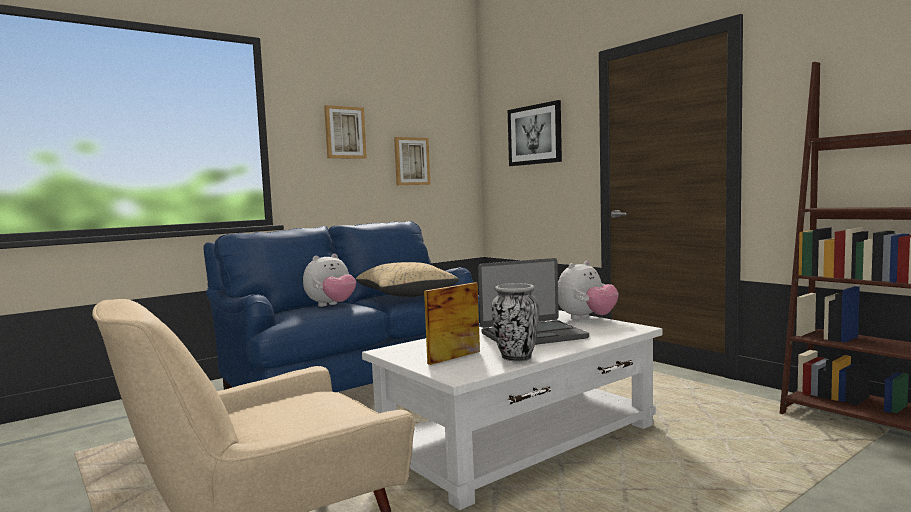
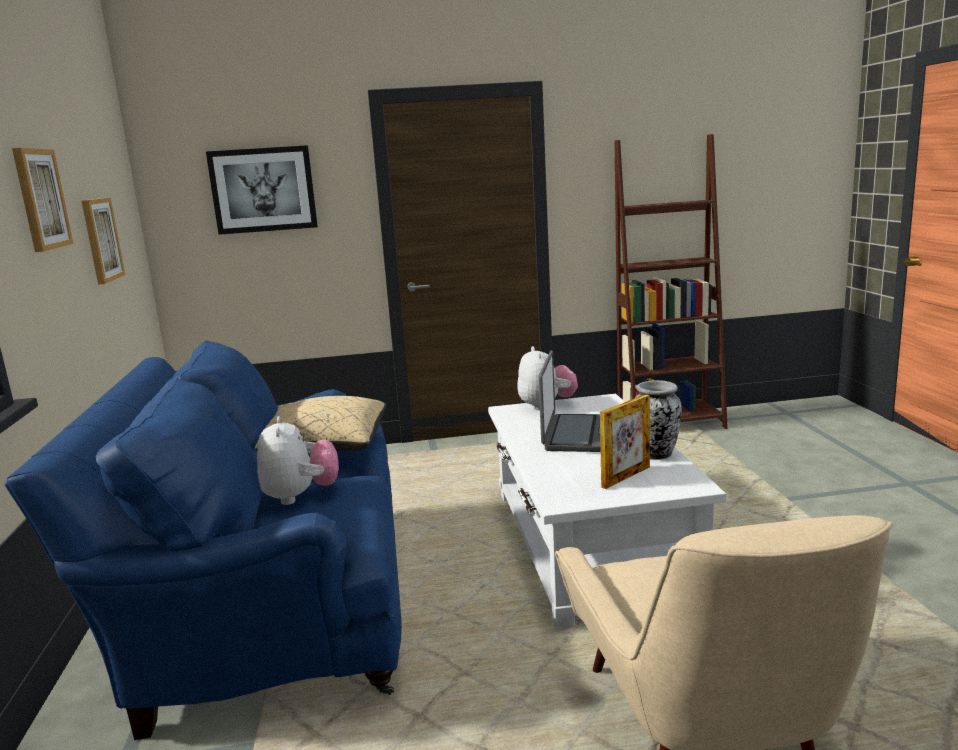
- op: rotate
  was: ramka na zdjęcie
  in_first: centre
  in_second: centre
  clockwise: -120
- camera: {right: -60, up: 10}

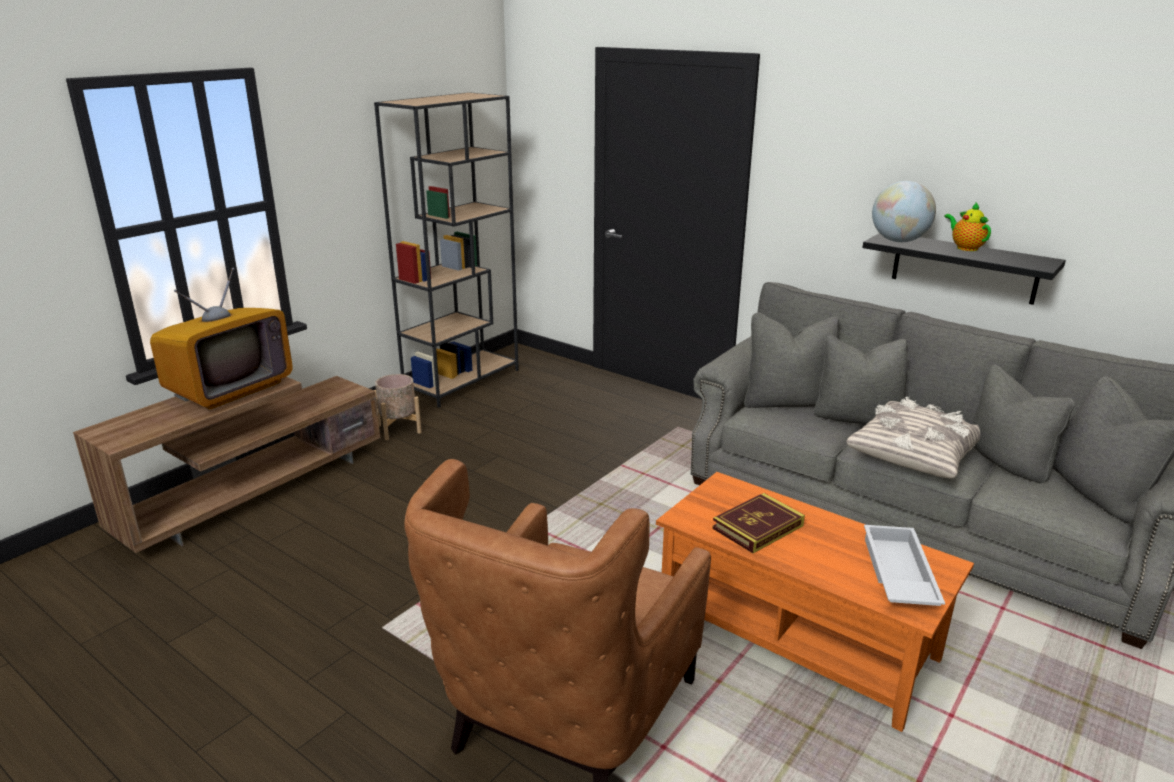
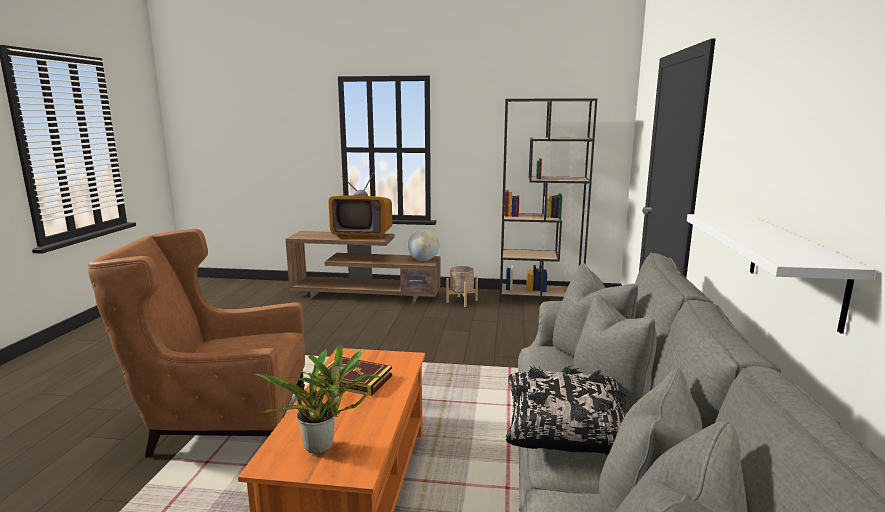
- op: recolor
  was: poduszka/beżowy
  now: poduszka/czarny
  in_first: middle right
  in_second: bottom centre
- op: recolor
  was: półka/czarny
  now: półka/biały
  in_first: middle right
  in_second: middle right
- op: replace
  was: taca/biały
  now: roślina doniczkowa
  in_first: bottom right
  in_second: bottom centre
- op: move
  was: globus
  in_first: top right
  in_second: centre
- op: delete
  was: imbryk
  in_first: top right
- camera: {right: 60, up: -10}

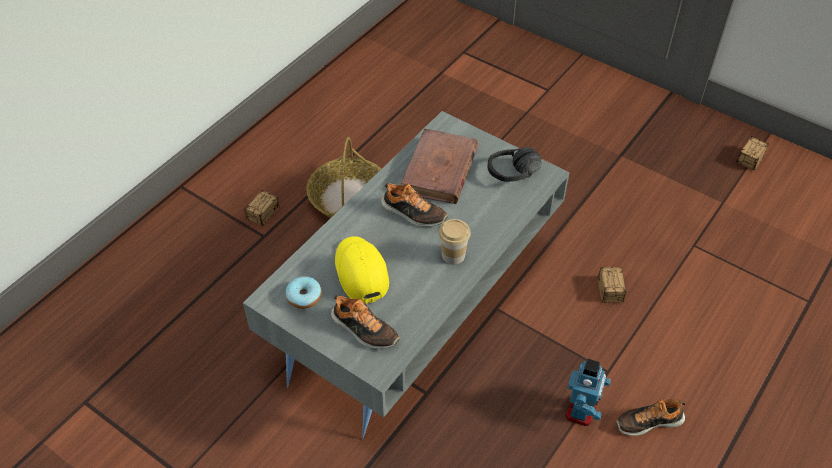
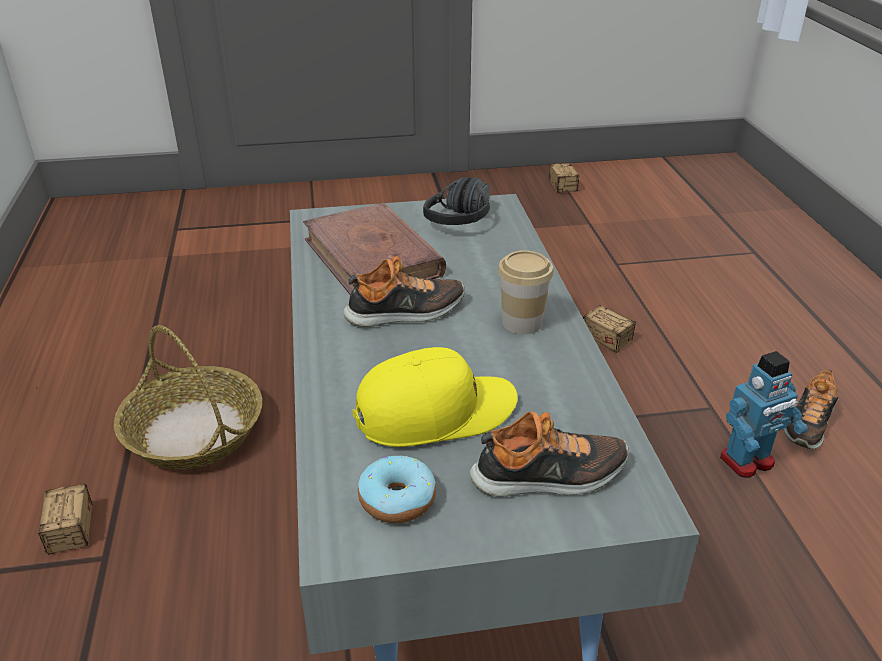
- op: rotate
  was: czapka z daszkiem/żółty
  in_first: centre
  in_second: centre
  clockwise: 135
- op: rotate
  was: robot zabawkowy
  in_first: bottom right
  in_second: middle right
  clockwise: 90
- camera: {right: -45, up: -15}

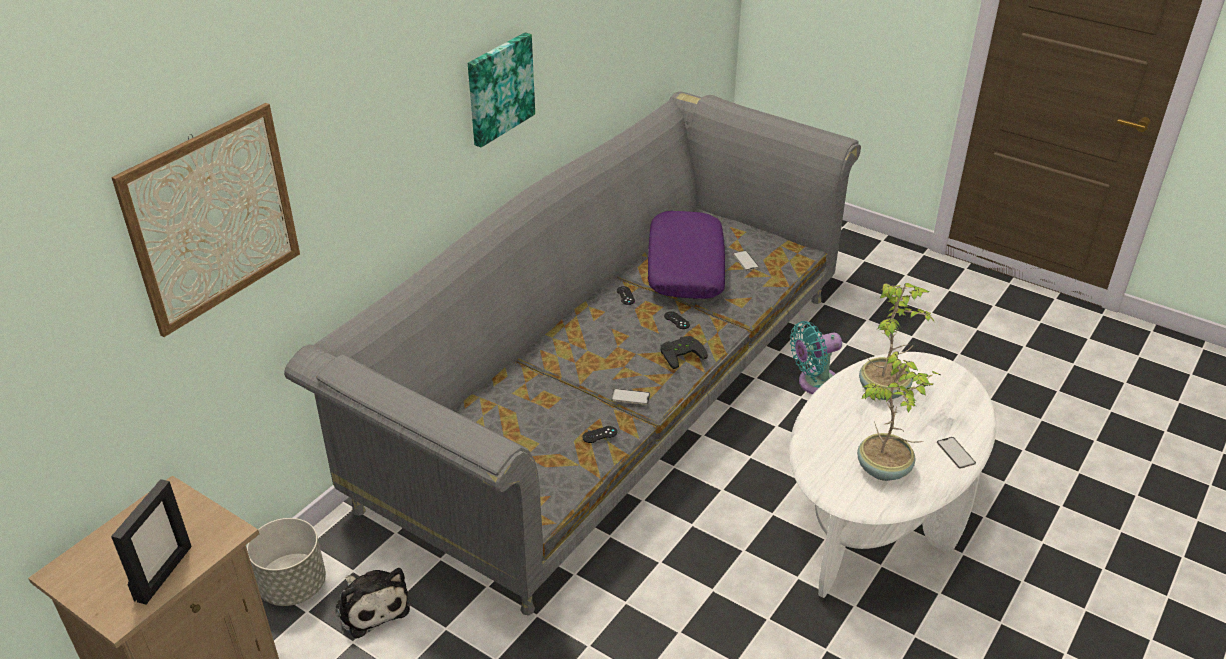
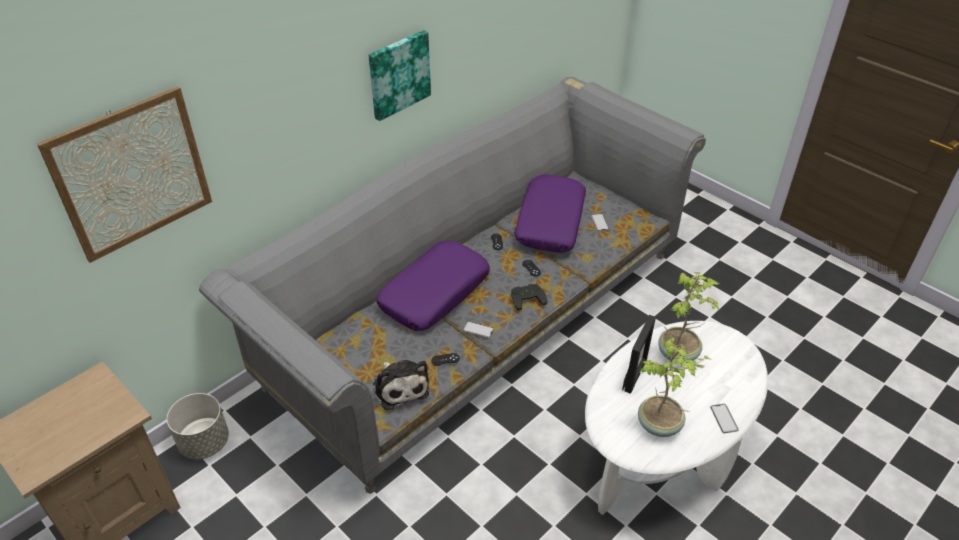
- op: move
  was: ramka na zdjęcie
  in_first: bottom left
  in_second: centre
- op: move
  was: pluszak
  in_first: bottom left
  in_second: bottom centre
- op: delete
  was: wentylator/turkusowy
  in_first: centre
- op: insert
  now: poduszka/fioletowy (1st from left)
  in_second: centre
- camera: {right: 10, up: 5}

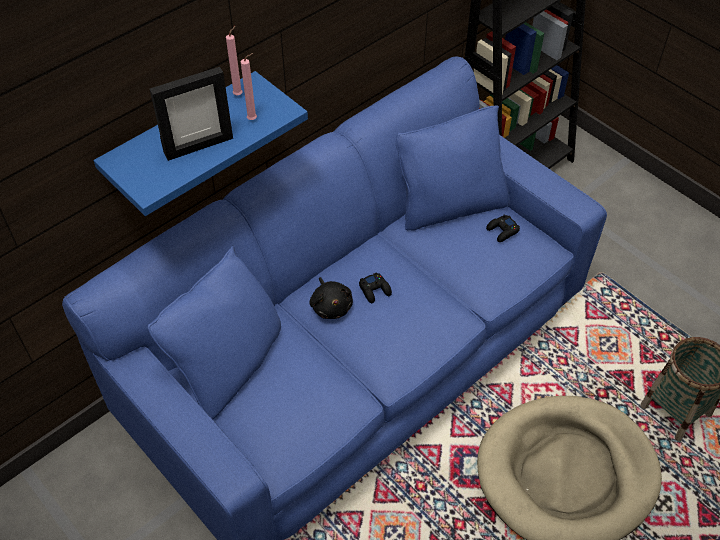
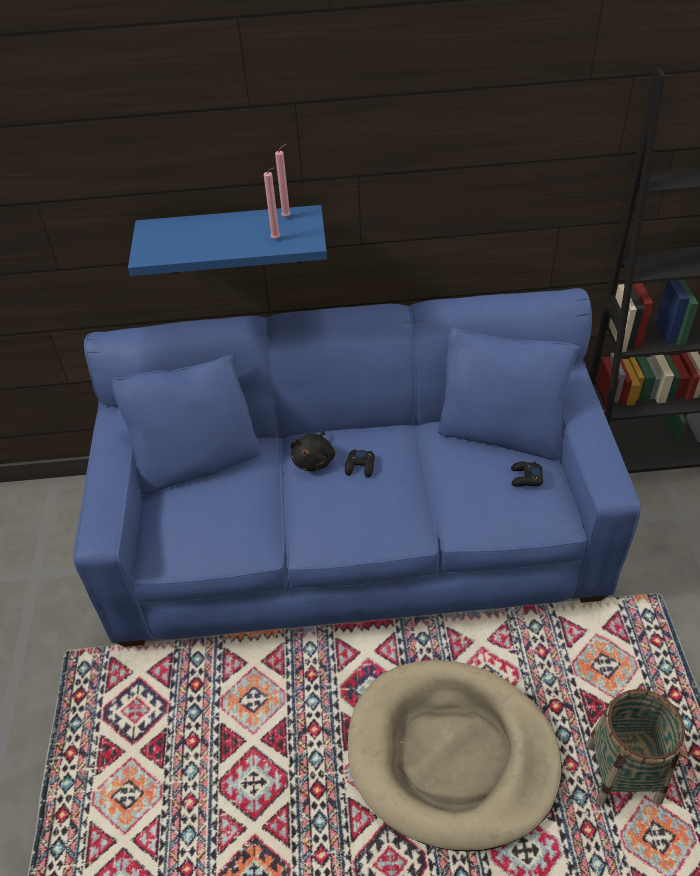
- op: delete
  was: ramka na zdjęcie
  in_first: top left
- camera: {right: 40, up: -5}

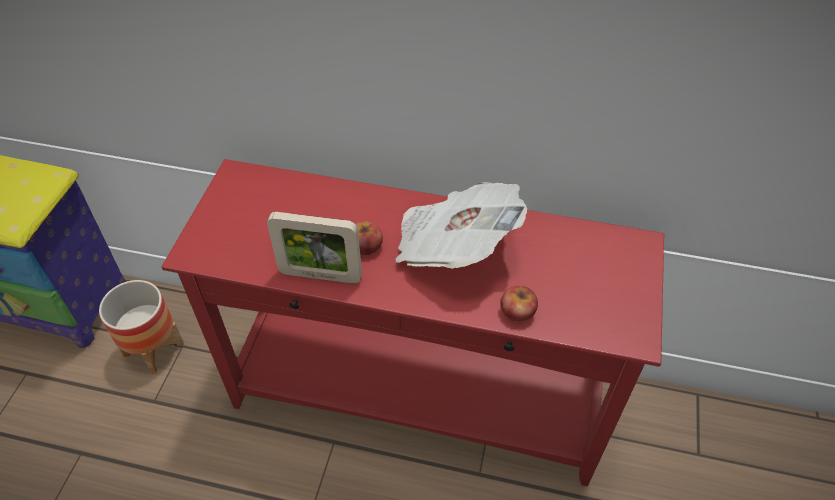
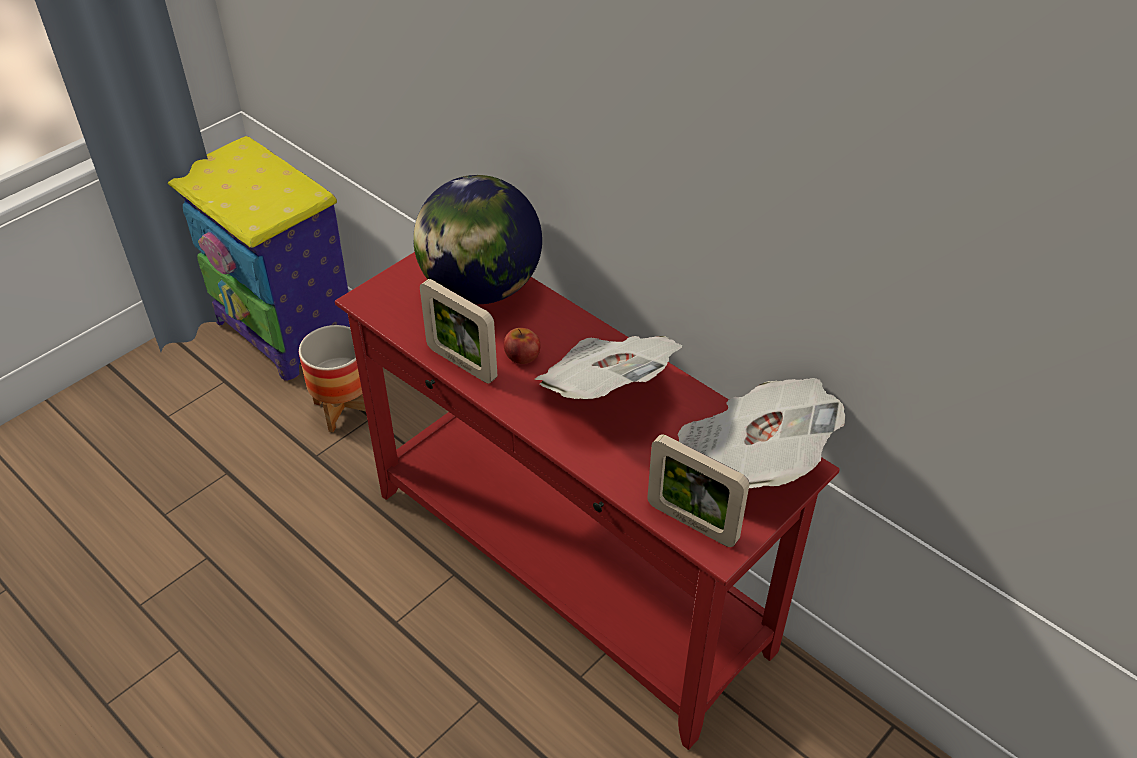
- op: delete
  was: jabłko (2nd from left)
  in_first: centre
- op: insert
  now: globus
  in_second: top centre
- op: insert
  now: ramka na zdjęcie (2nd from left)
  in_second: centre
- op: insert
  now: gazeta (2nd from left)
  in_second: middle right
- camera: {right: 30, up: -5}

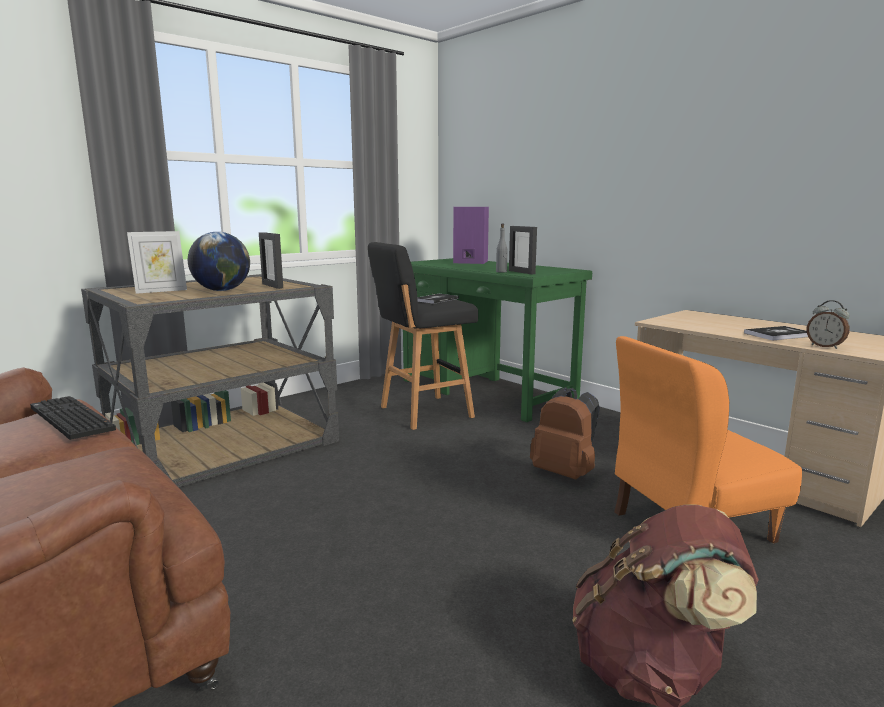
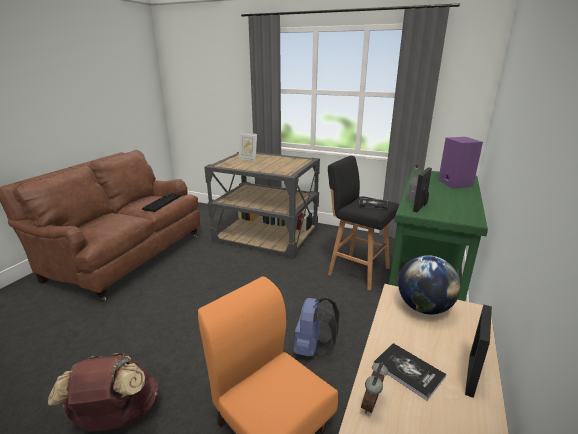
- op: move
  was: globus
  in_first: middle left
  in_second: middle right
- op: move
  was: ramka na zdjęcie (2nd from left in the first image)
  now: ramka na zdjęcie (3rd from left)
  in_first: middle left
  in_second: bottom right
- op: recolor
  was: plecak/brązowy (1st from left)
  now: plecak/niebieski
  in_first: centre
  in_second: bottom centre
- camera: {right: 65, up: 10}

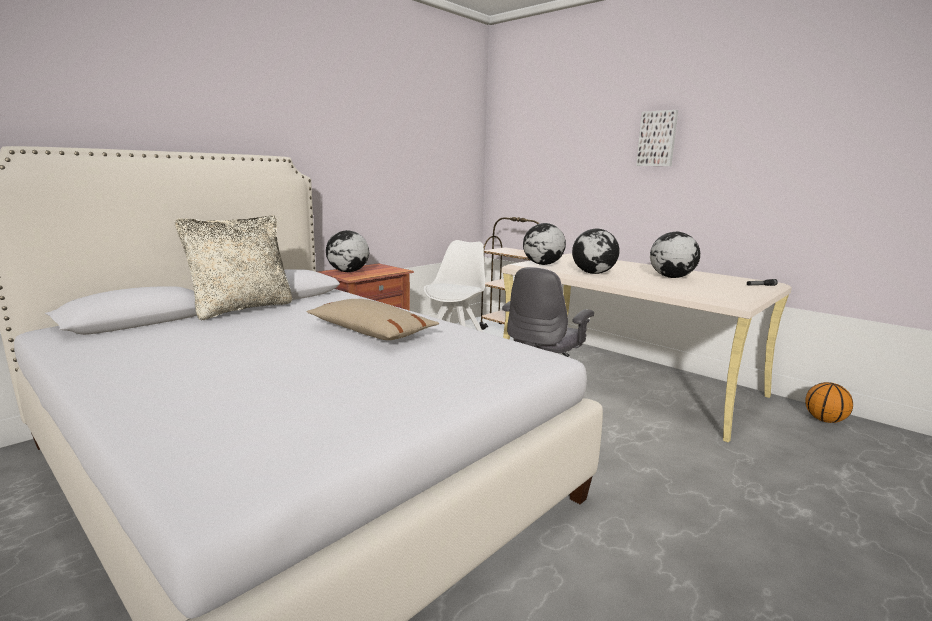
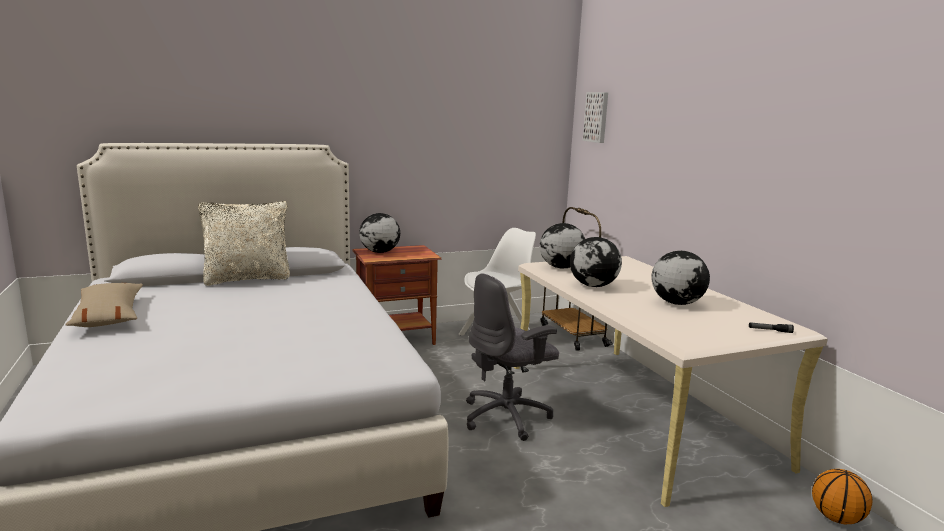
- op: move
  was: poduszka/beżowy (2nd from left in the first image)
  now: poduszka/beżowy (1st from left)
  in_first: centre
  in_second: middle left
- op: move
  was: obraz
  in_first: top right
  in_second: top centre
- camera: {right: 25, up: 0}

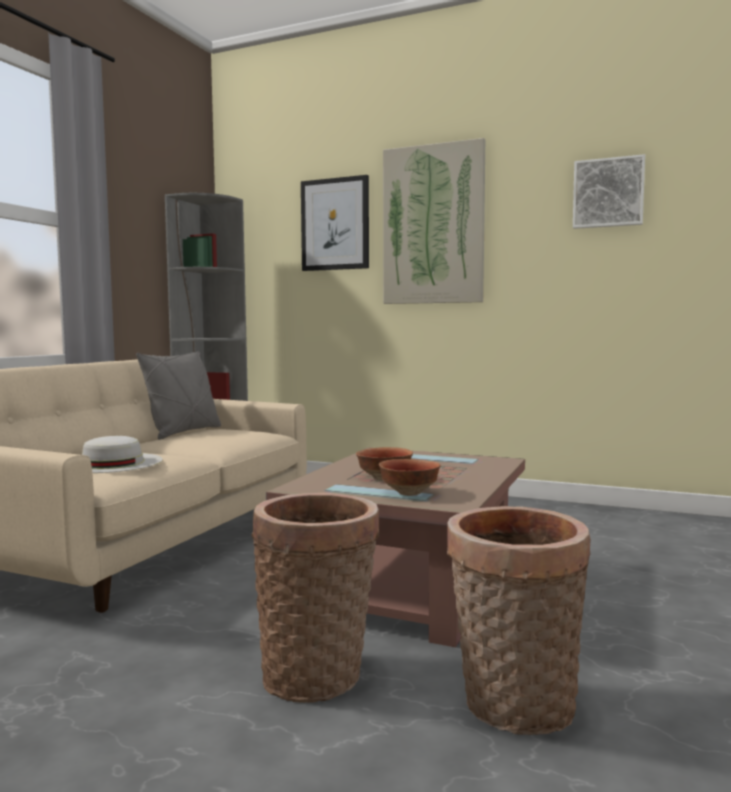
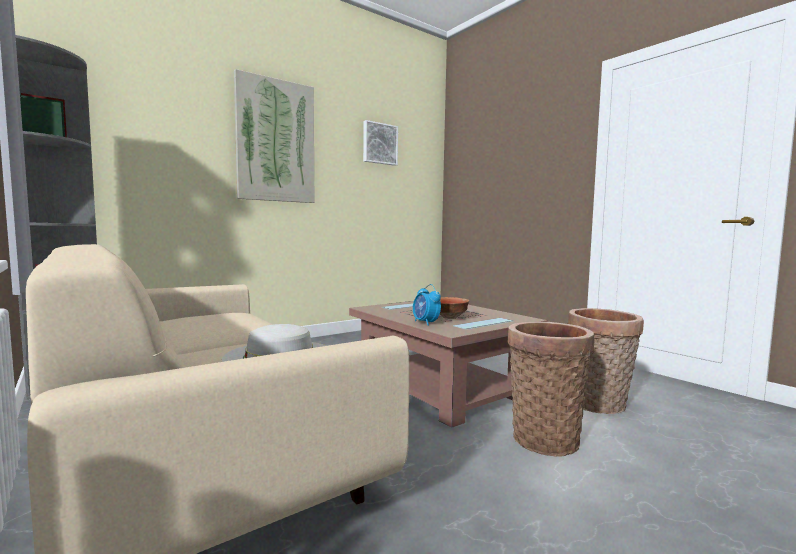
- op: delete
  was: poduszka/szary
  in_first: middle left
- op: delete
  was: obraz (1st from left)
  in_first: top centre
- op: delete
  was: miska (2nd from left)
  in_first: centre
- op: insert
  now: budzik
  in_second: centre
- camera: {right: -60, up: 0}

